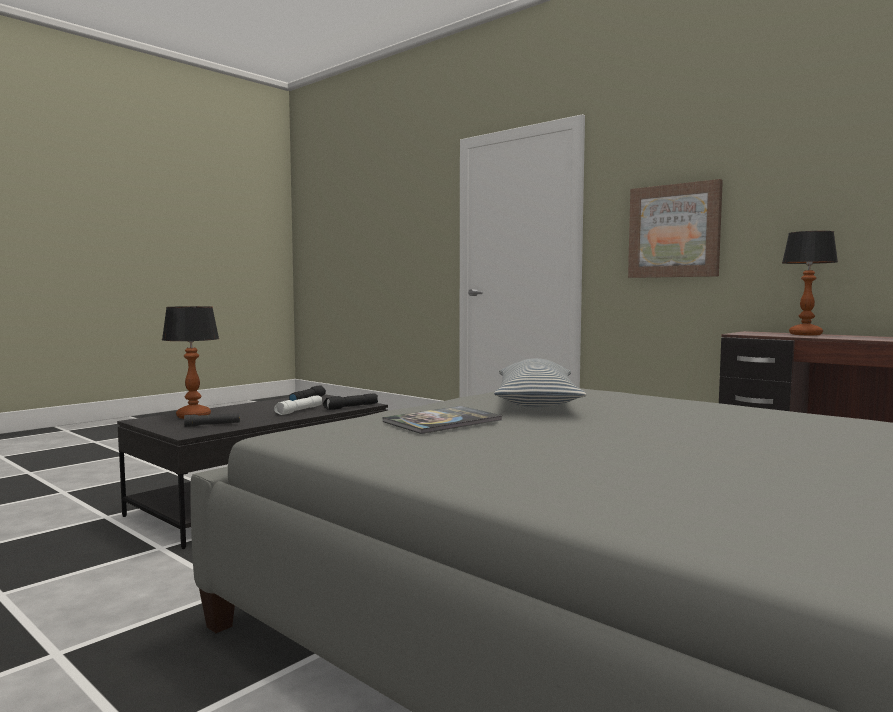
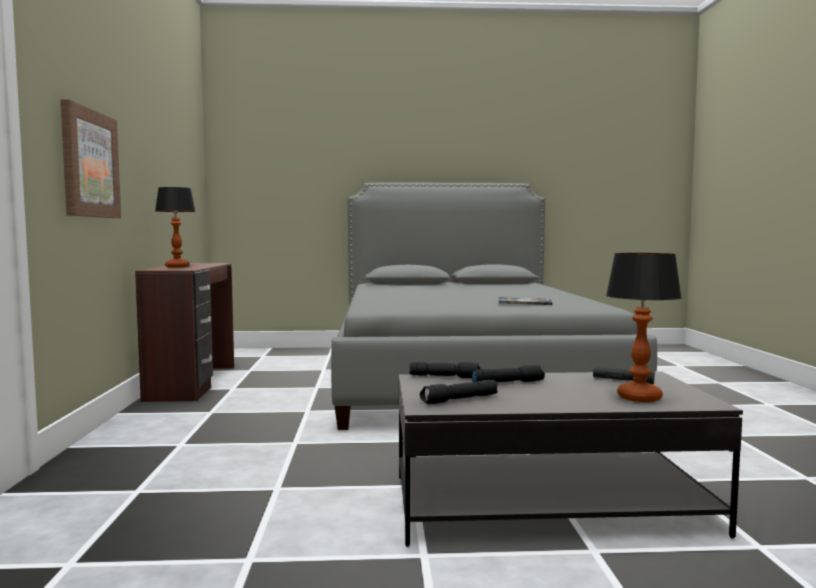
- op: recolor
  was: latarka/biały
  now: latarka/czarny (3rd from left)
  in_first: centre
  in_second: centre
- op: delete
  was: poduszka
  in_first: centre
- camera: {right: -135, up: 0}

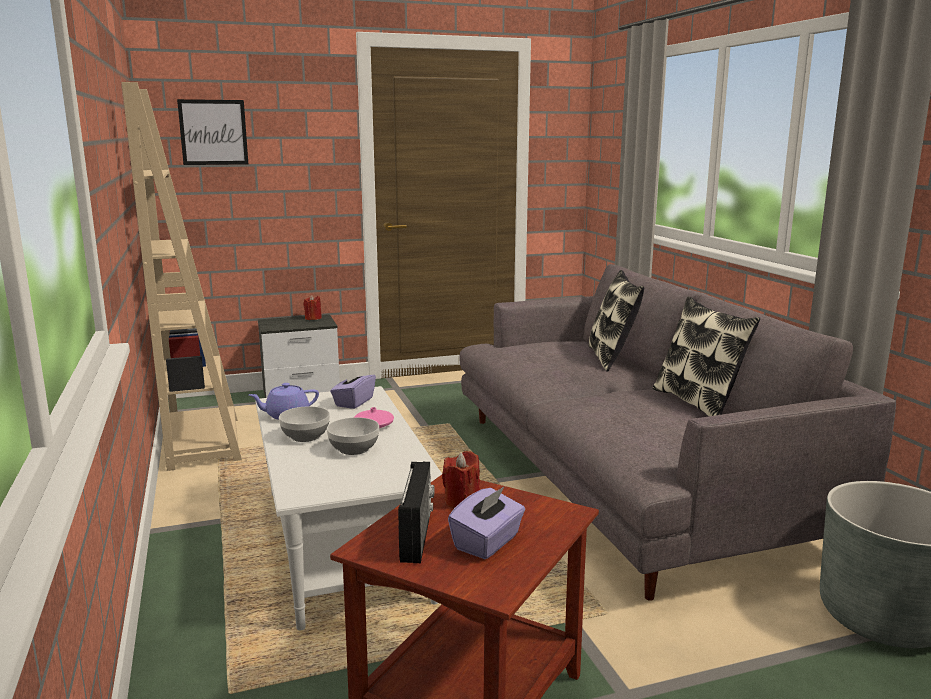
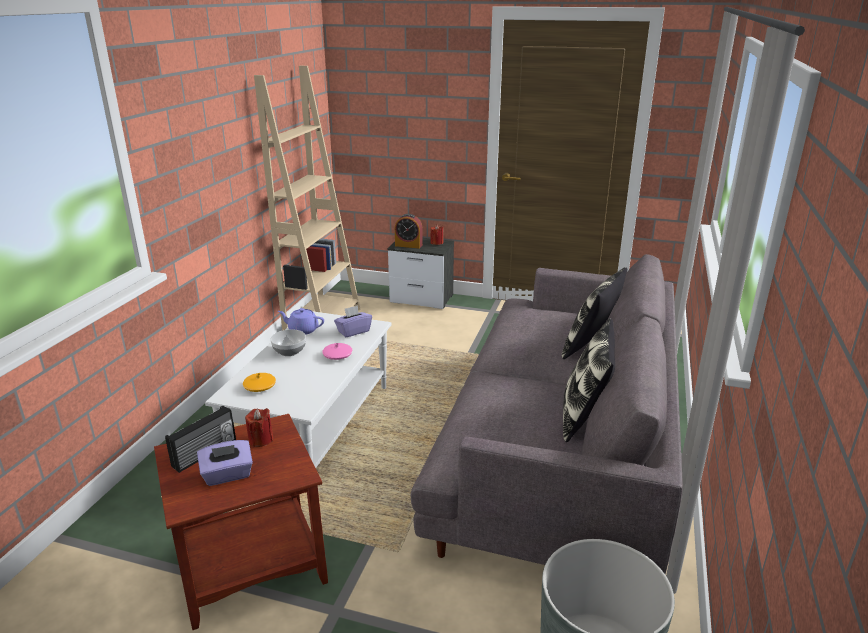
- op: delete
  was: obraz
  in_first: top left
- op: delete
  was: miska (2nd from left)
  in_first: centre
- op: insert
  now: wazon/pomarańczowy
  in_second: middle left
- op: insert
  now: budzik
  in_second: centre
- camera: {right: 35, up: 10}

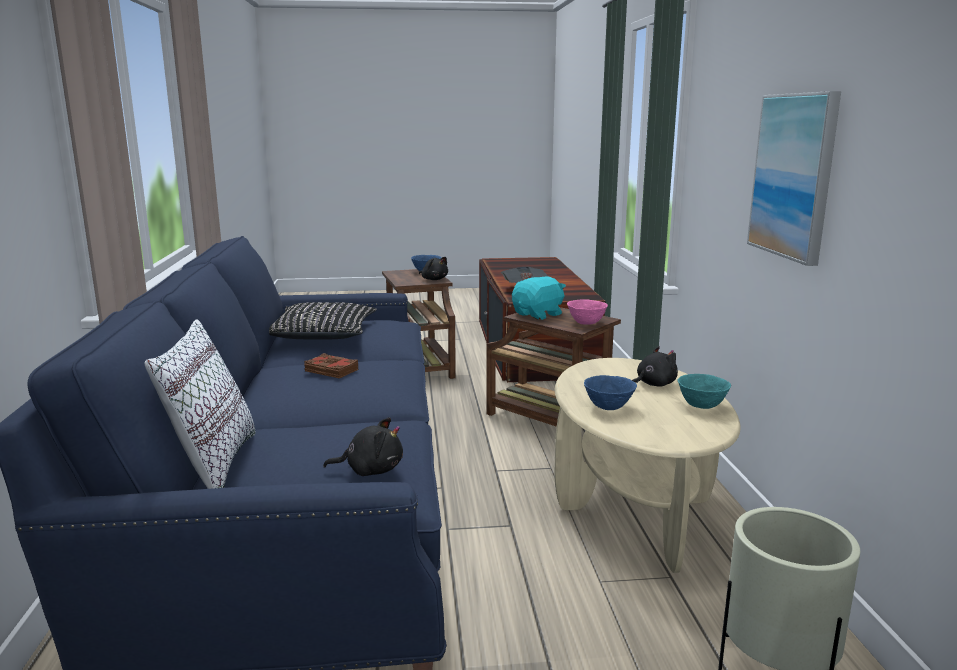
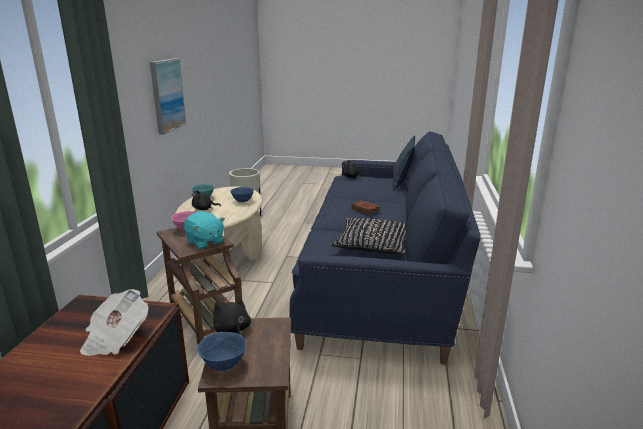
- op: recolor
  was: poduszka/biały
  now: poduszka/niebieski
  in_first: middle left
  in_second: centre
- op: rotate
  was: pluszak/turkusowy
  in_first: centre
  in_second: middle left
  clockwise: -105
- camera: {right: -165, up: 5}

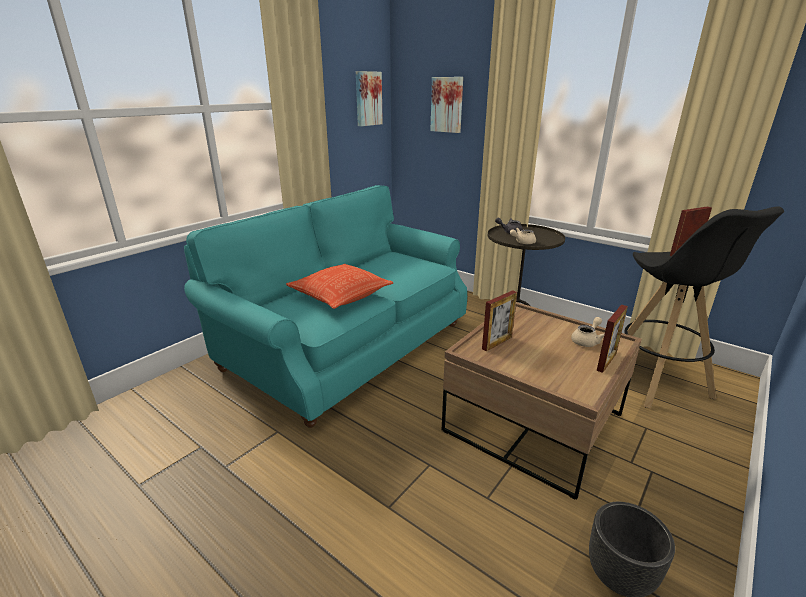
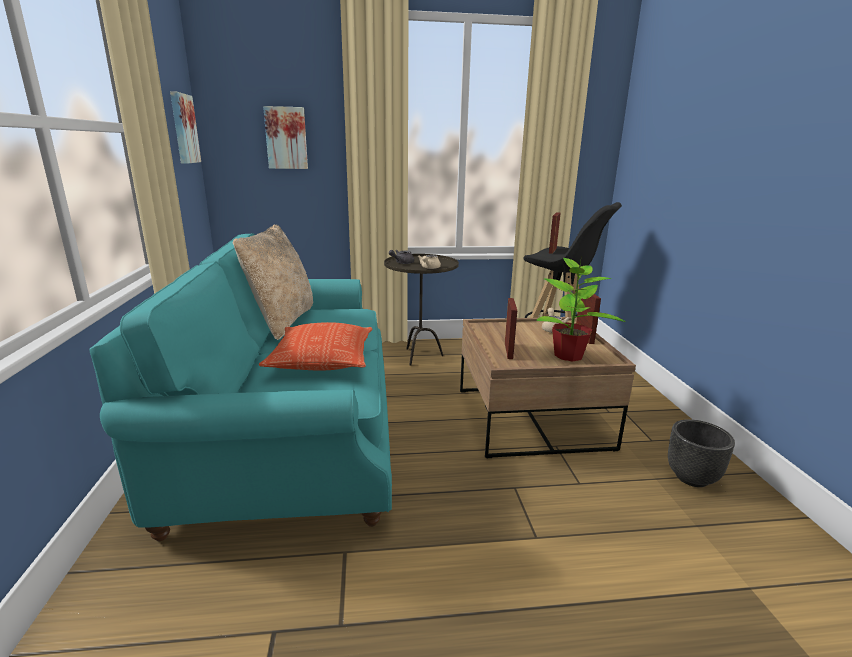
- op: insert
  now: poduszka/beżowy
  in_second: middle left
- op: insert
  now: roślina doniczkowa
  in_second: middle right
- camera: {right: -45, up: -5}

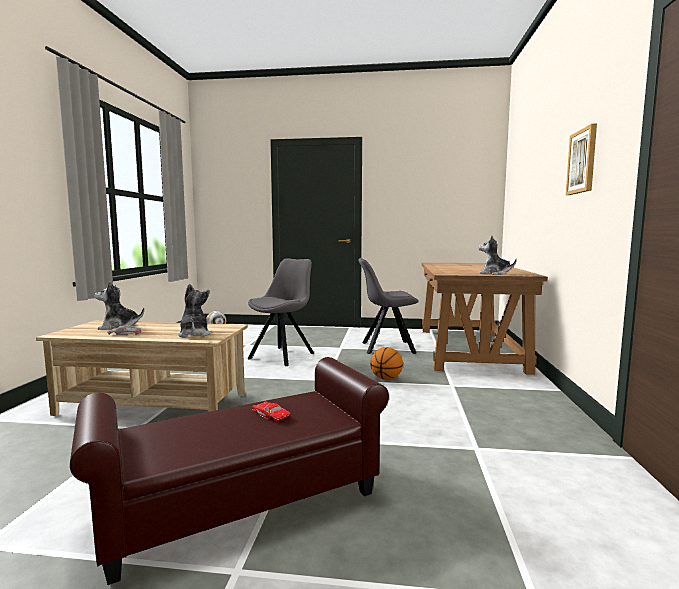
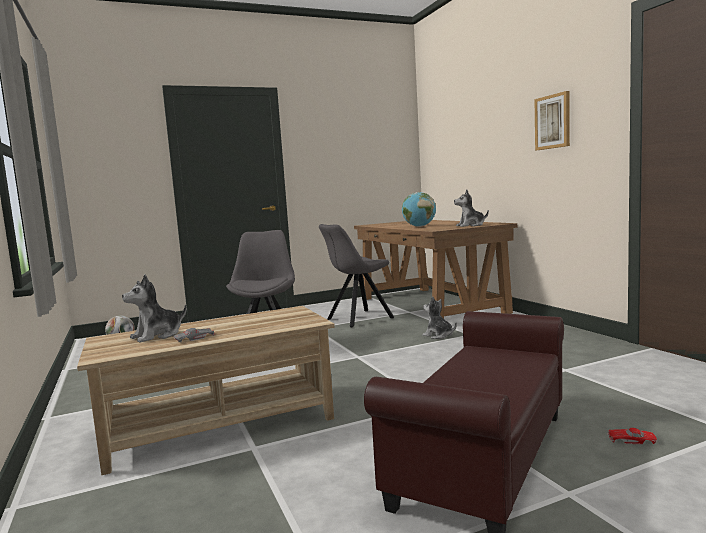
- op: move
  was: pluszak (2nd from left)
  in_first: middle left
  in_second: centre
- op: move
  was: samochodzik/czerwony
  in_first: bottom centre
  in_second: bottom right
- op: delete
  was: piłka do koszykówki
  in_first: centre
- op: insert
  now: globus
  in_second: centre
- camera: {right: -30, up: 0}

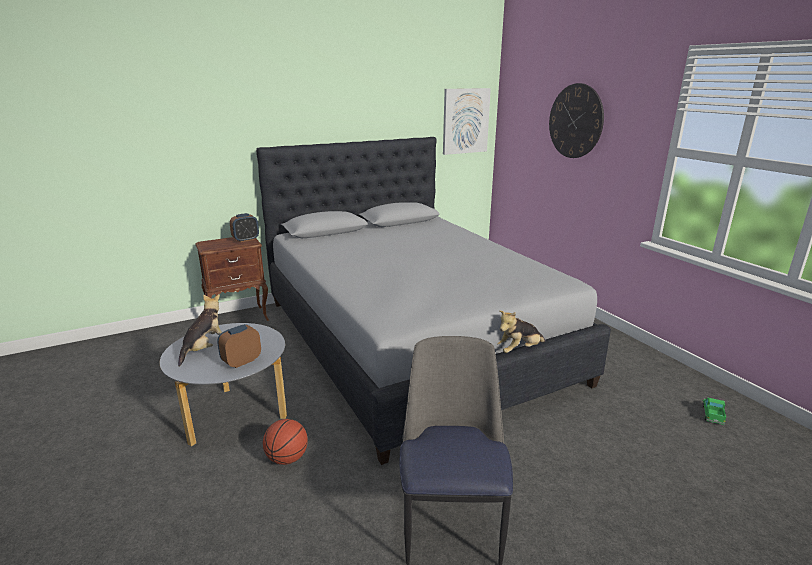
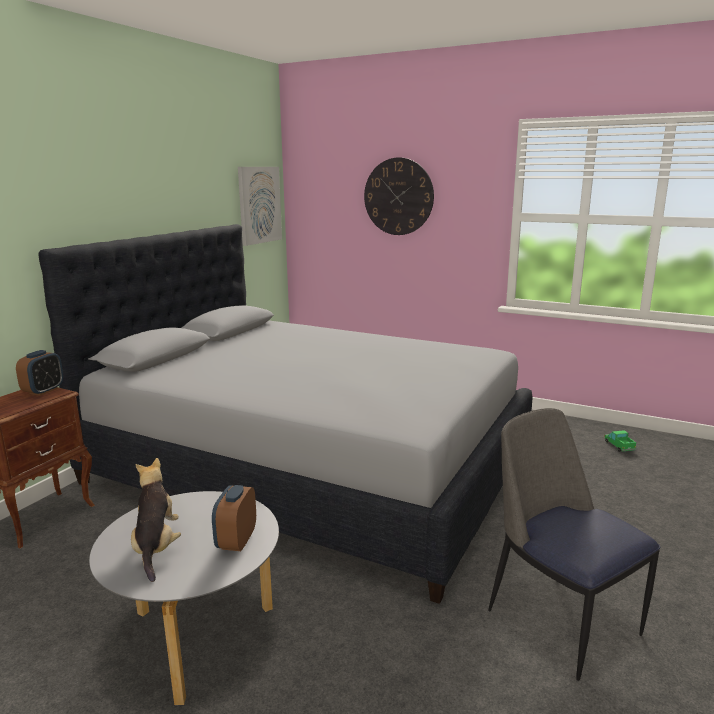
- op: delete
  was: piłka do koszykówki
  in_first: bottom centre
- op: delete
  was: pluszak (2nd from left)
  in_first: centre
- camera: {right: -35, up: -5}

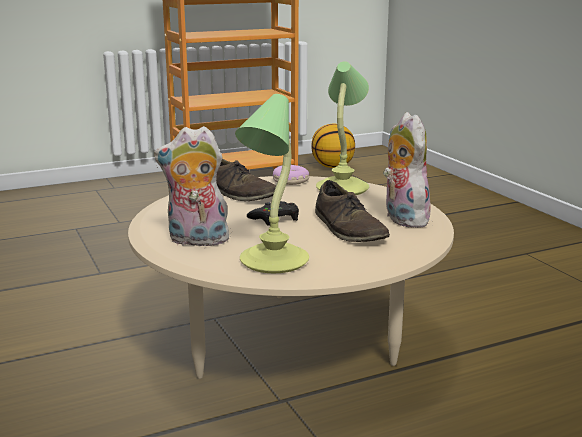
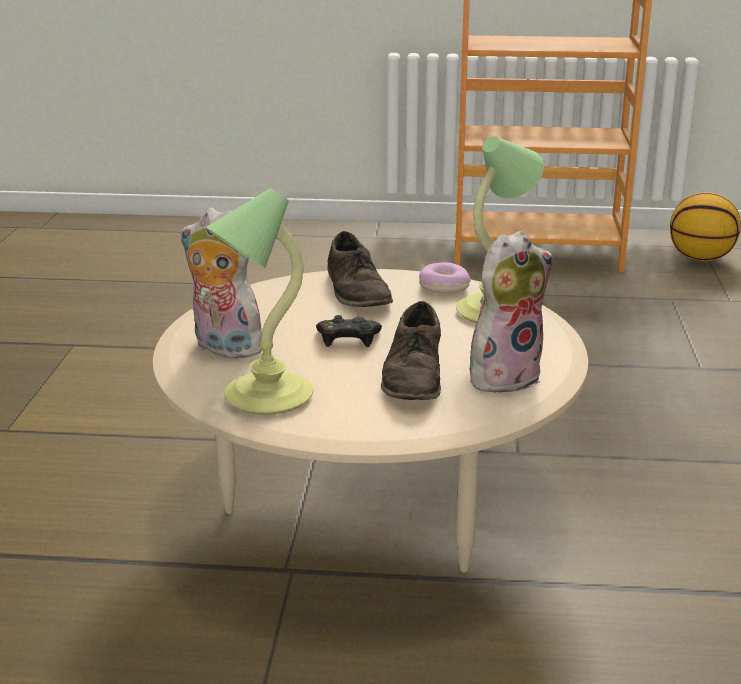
- op: rotate
  was: pluszak (2nd from left)
  in_first: middle right
  in_second: middle right
  clockwise: 45
- camera: {right: 30, up: 5}

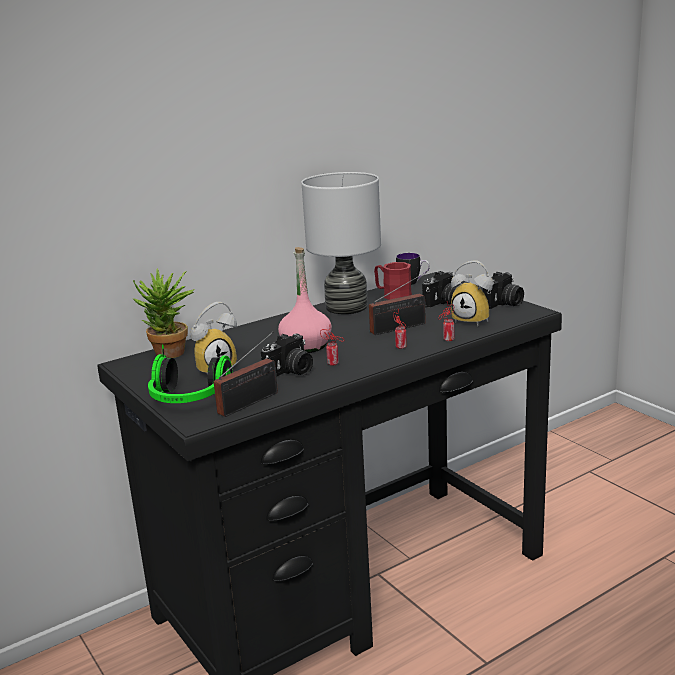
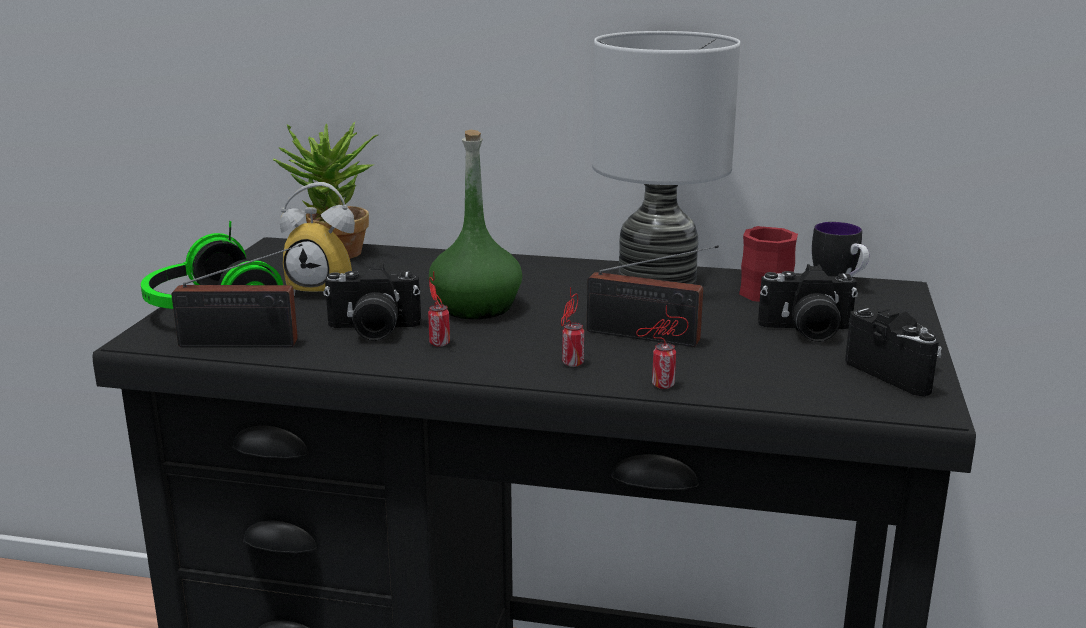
- op: recolor
  was: butelka/różowy
  now: butelka/zielony
  in_first: centre
  in_second: centre
- op: delete
  was: budzik (2nd from left)
  in_first: middle right
- op: rotate
  was: aparat fotograficzny (3rd from left)
  in_first: middle right
  in_second: middle right
  clockwise: -120
- camera: {right: 45, up: 0}

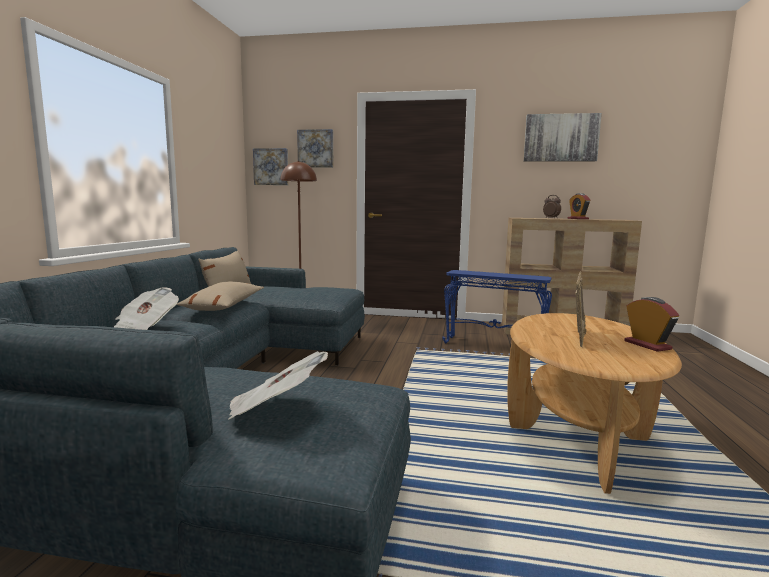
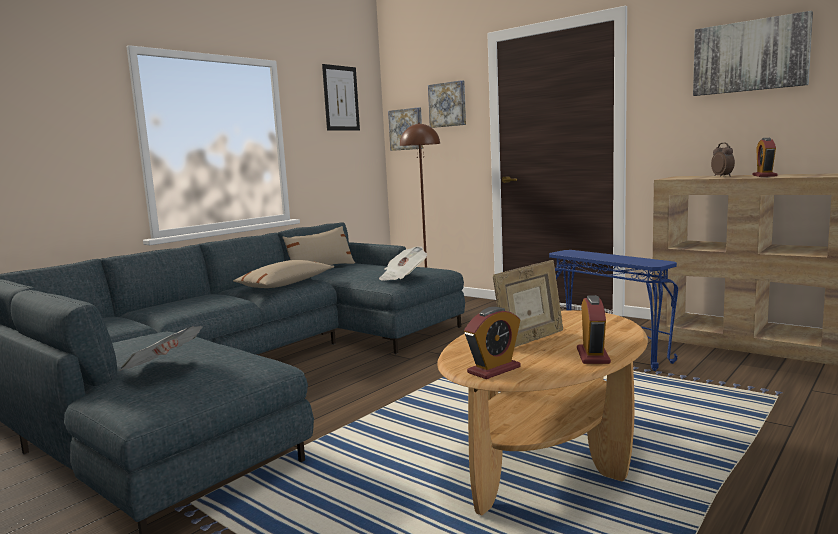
- op: move
  was: gazeta (1st from left in the first image)
  now: gazeta (2nd from left)
  in_first: middle left
  in_second: centre
- op: insert
  now: obraz (1st from left)
  in_second: top centre
- op: insert
  now: budzik (1st from left)
  in_second: centre
- camera: {right: 30, up: 0}

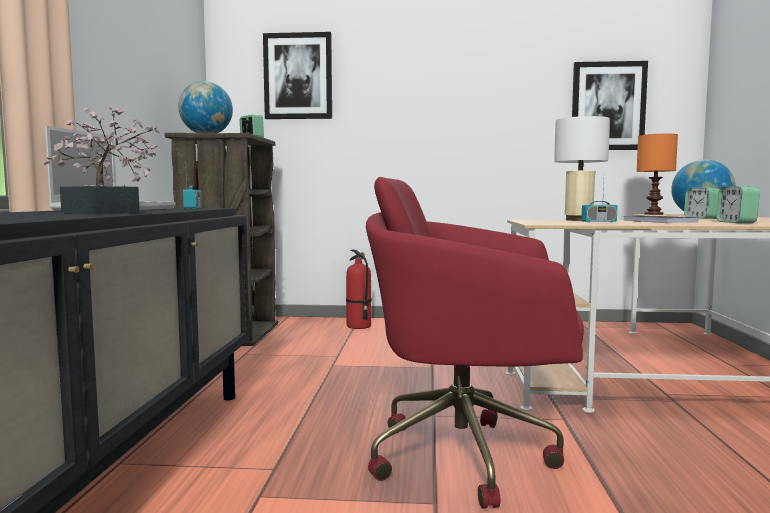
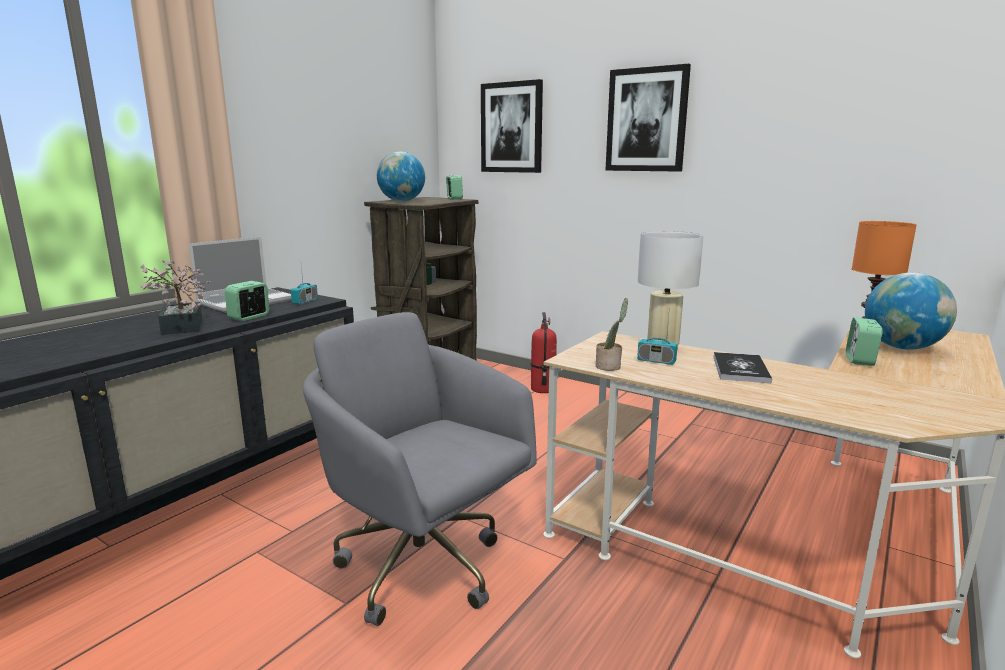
- op: recolor
  was: krzesło biurowe/czerwony
  now: krzesło biurowe/szary
  in_first: bottom centre
  in_second: bottom centre
- op: move
  was: obraz (2nd from left)
  in_first: top right
  in_second: top centre
- op: move
  was: budzik (3rd from left in the first image)
  now: budzik (1st from left)
  in_first: middle right
  in_second: middle left
- op: insert
  now: roślina doniczkowa (2nd from left)
  in_second: centre
- camera: {right: 30, up: 10}

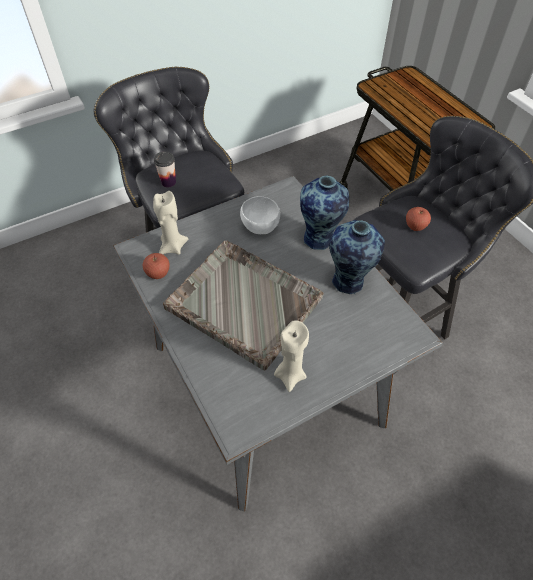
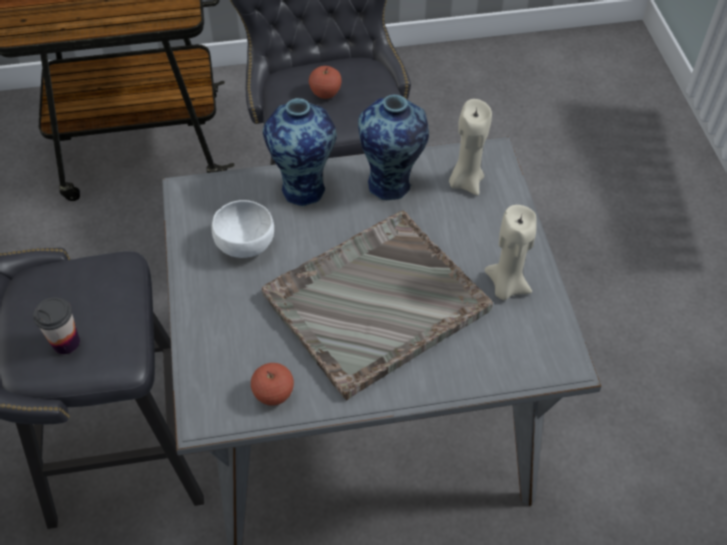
- op: move
  was: świeca/beżowy (1st from left)
  in_first: middle left
  in_second: top centre
- camera: {right: -70, up: 0}

